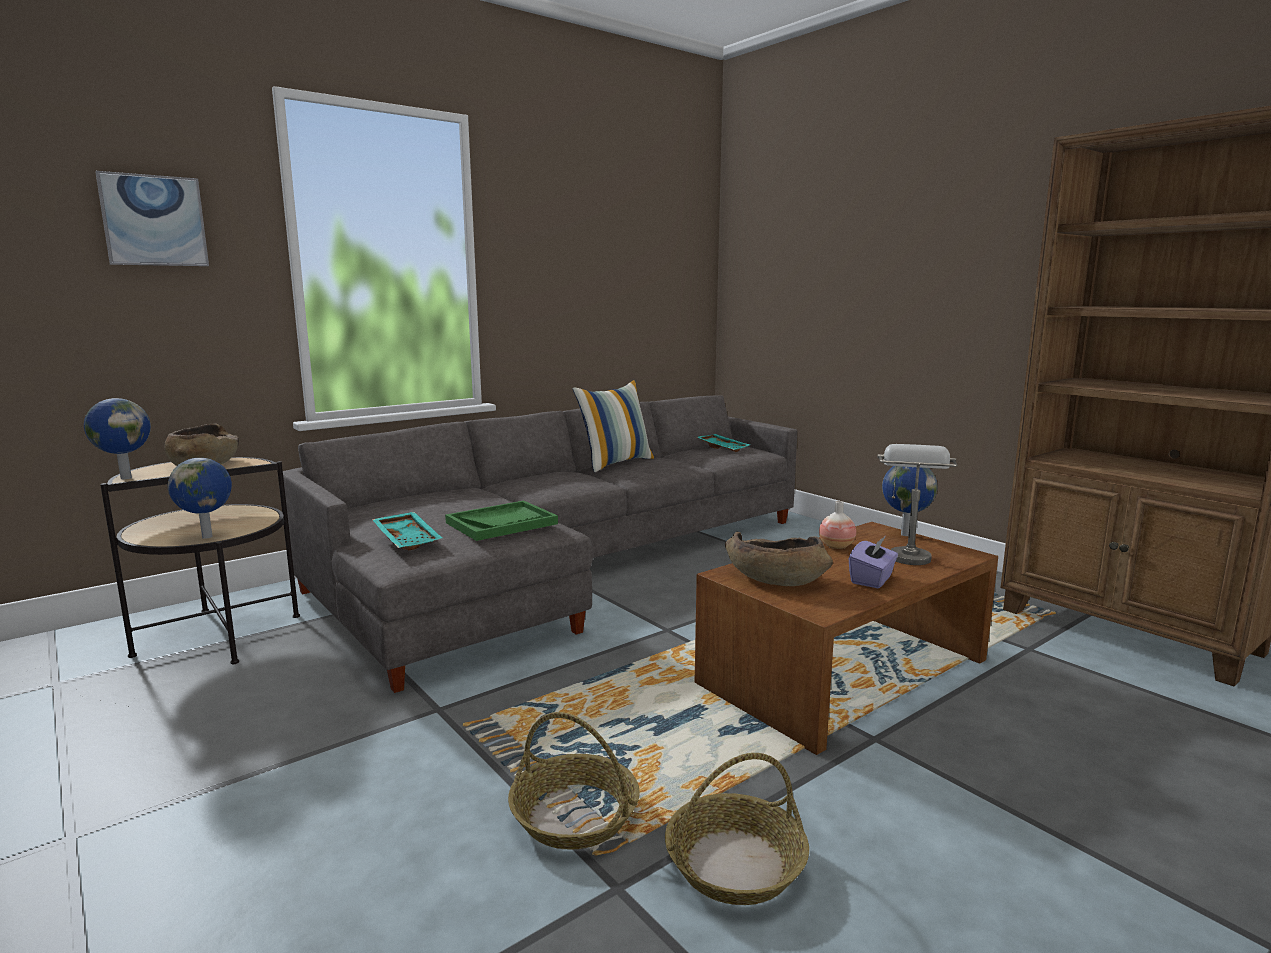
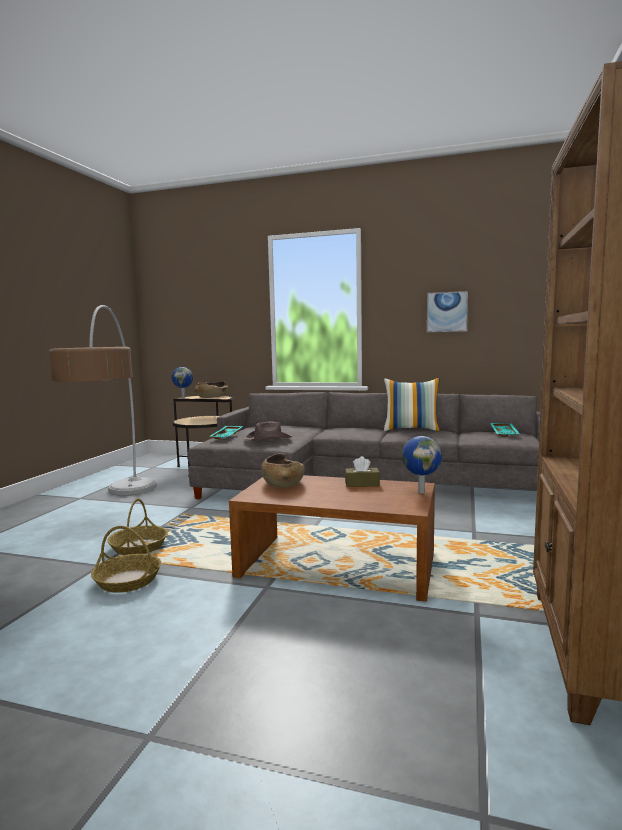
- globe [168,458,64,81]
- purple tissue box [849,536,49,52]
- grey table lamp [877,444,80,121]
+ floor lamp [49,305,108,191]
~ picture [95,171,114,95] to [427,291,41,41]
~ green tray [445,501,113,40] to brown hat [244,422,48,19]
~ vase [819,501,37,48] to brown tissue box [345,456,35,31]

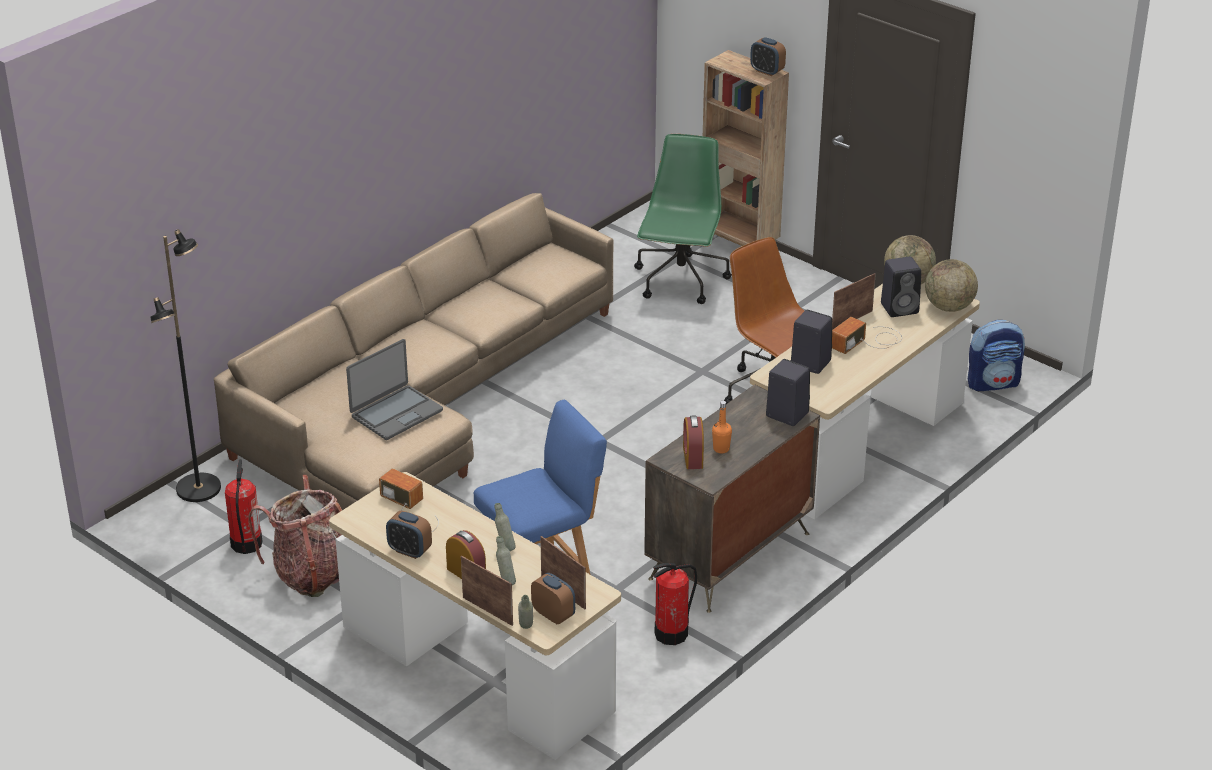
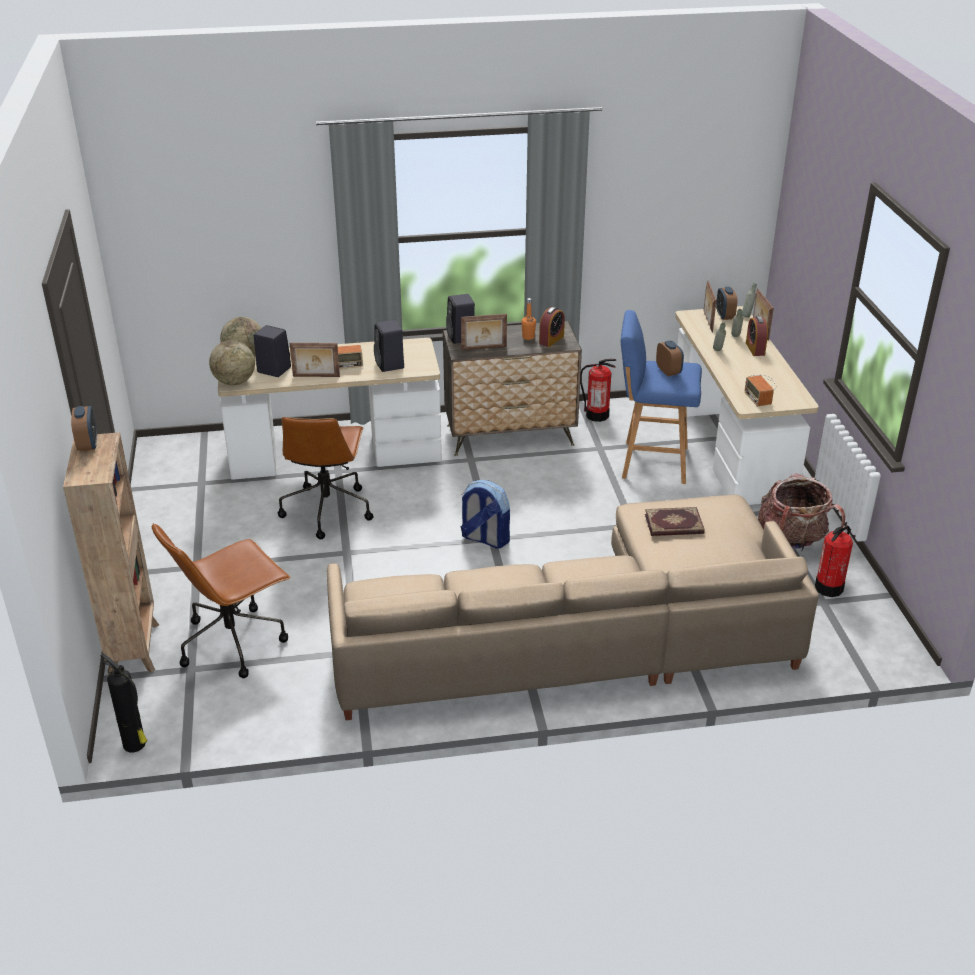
- black floor lamp [150,229,71,273]
+ fire extinguisher [100,654,47,98]
+ picture frame [461,314,46,36]
~ alarm clock [386,511,46,48] to [656,341,28,35]
~ backpack [968,320,57,71] to [460,480,50,69]
~ laptop [346,339,97,101] to book [645,507,59,29]
~ green office chair [634,134,98,170] to brown office chair [152,523,139,155]

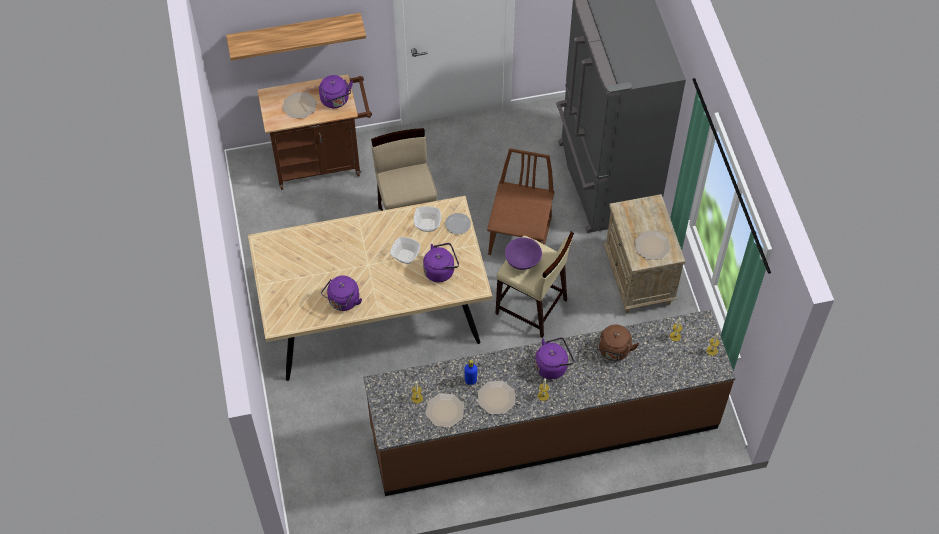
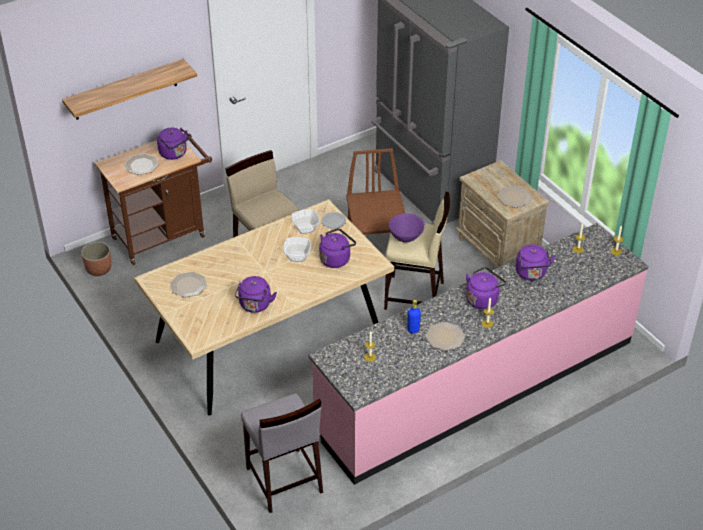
+ planter [81,242,31,34]
+ grey stool [241,393,82,120]
~ plate [426,393,38,35] to [170,272,37,25]
~ brown counter [363,309,373,187] to pink counter [308,223,340,262]
~ brown kettle [598,324,41,37] to purple kettle [516,244,39,36]

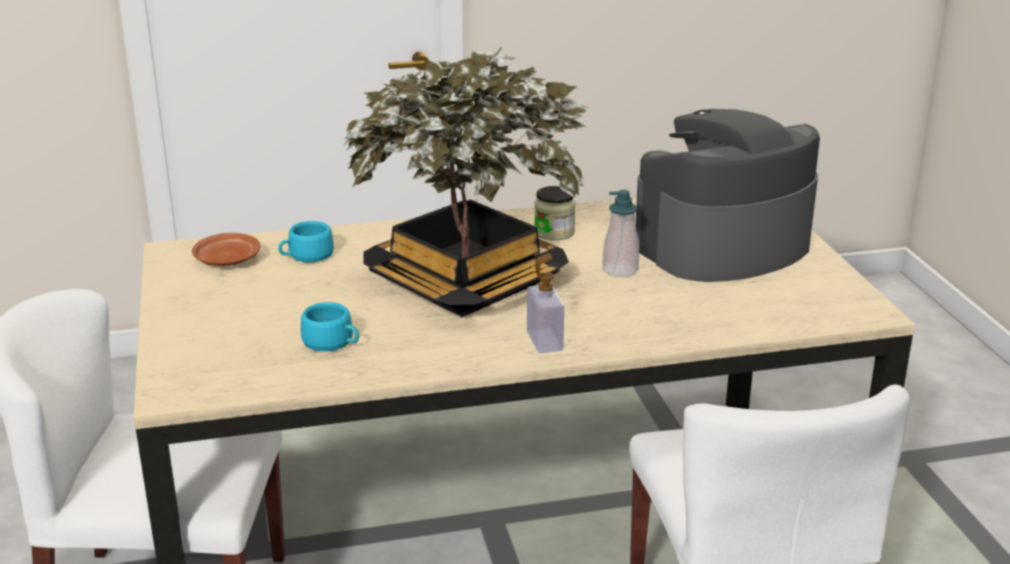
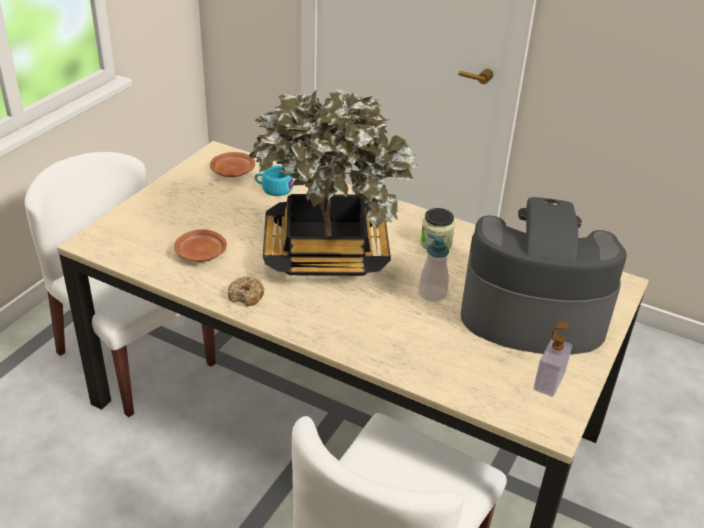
+ donut [228,277,37,30]
~ soap dispenser [527,253,37,100] to [534,322,38,75]
~ turquoise cup [301,302,58,49] to brown plate [174,229,53,33]

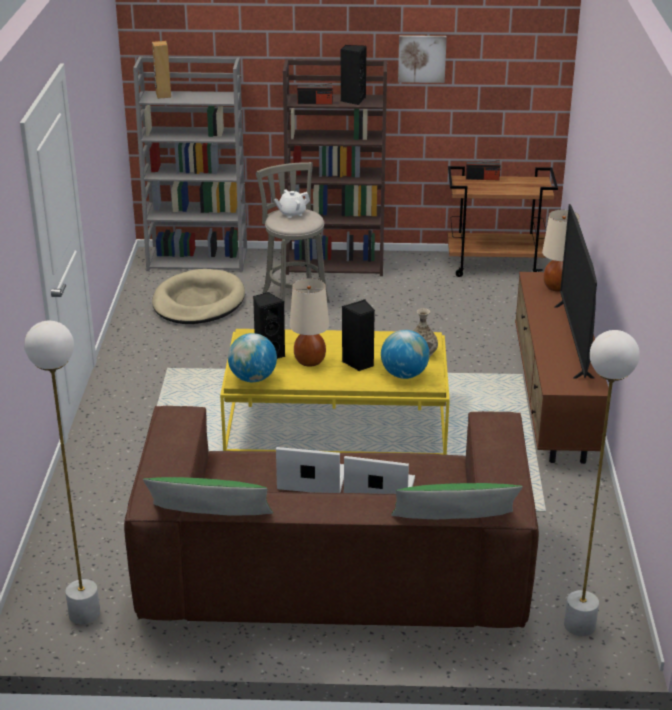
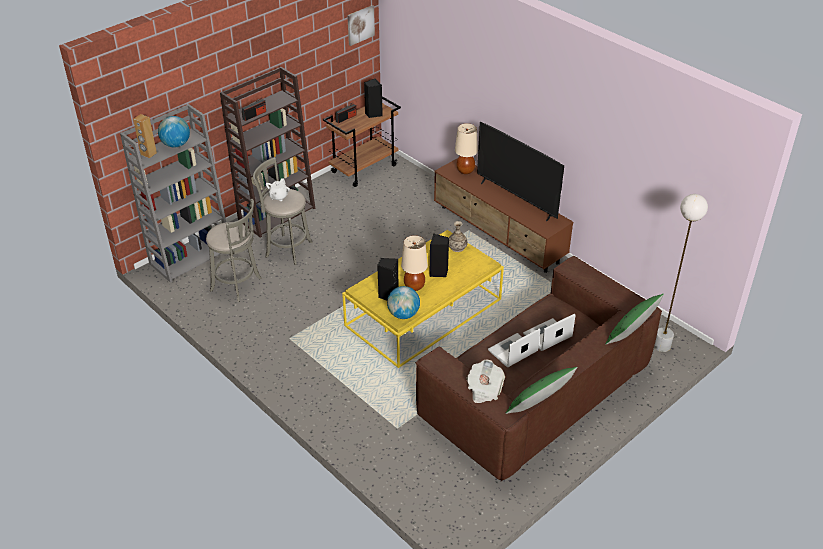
- white floor lamp [24,320,76,305]
+ newspaper [466,360,39,43]
~ black speaker [341,45,26,60] to [364,78,19,40]
~ globe [381,330,49,49] to [158,116,32,32]
~ picture [398,35,49,48] to [347,5,28,41]
~ beige dog bed [152,269,93,55] to grey stool [206,199,56,103]

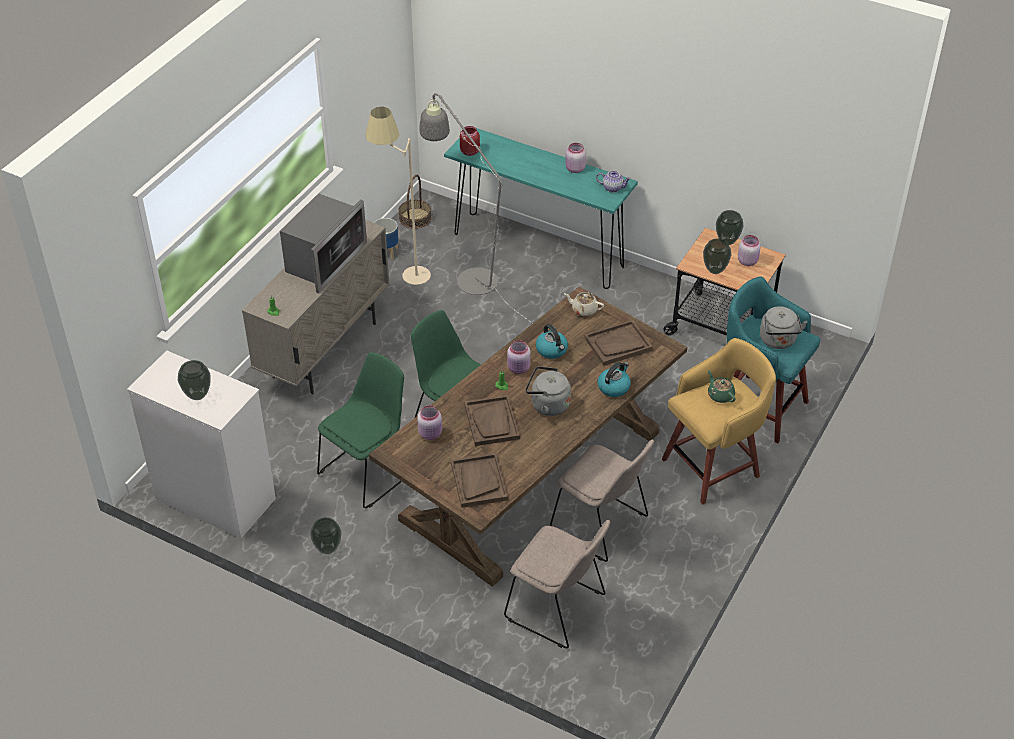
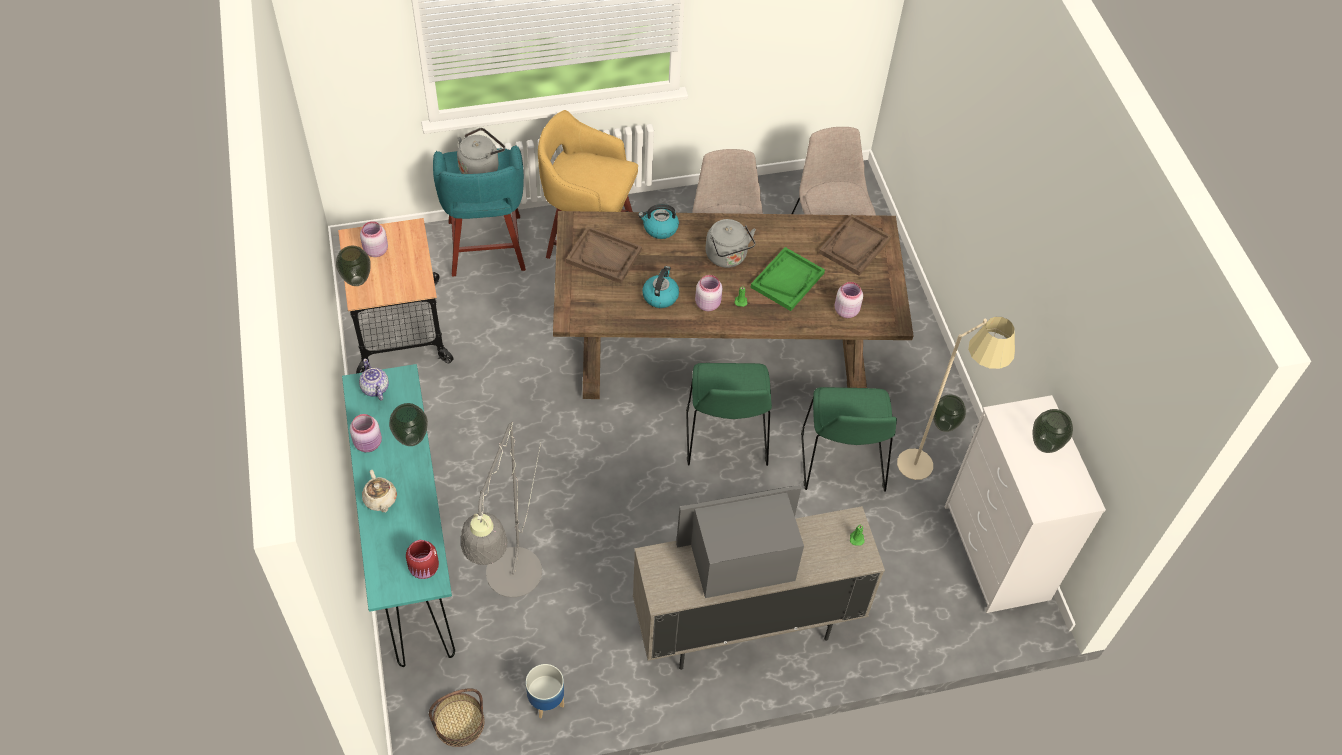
- green teapot [708,370,28,33]
~ beige floor lamp [365,107,66,178] to [897,317,118,163]
~ beige teapot [564,292,40,24] to [362,470,35,42]
~ vase [703,239,28,35] to [389,403,39,43]
~ brown tray [464,395,56,51] to green tray [750,247,75,64]
~ green chair [317,352,87,156] = [801,387,96,105] 90 degrees counterclockwise

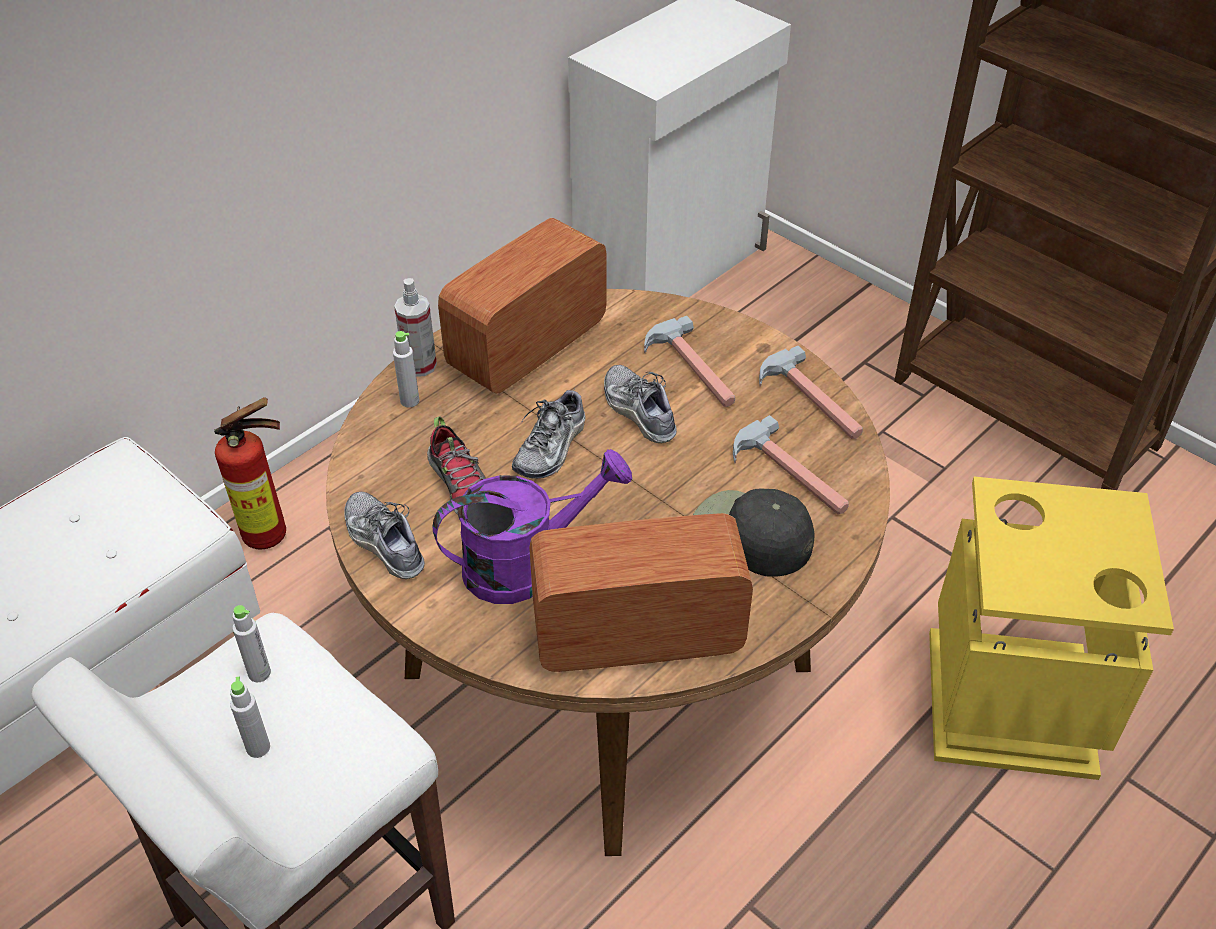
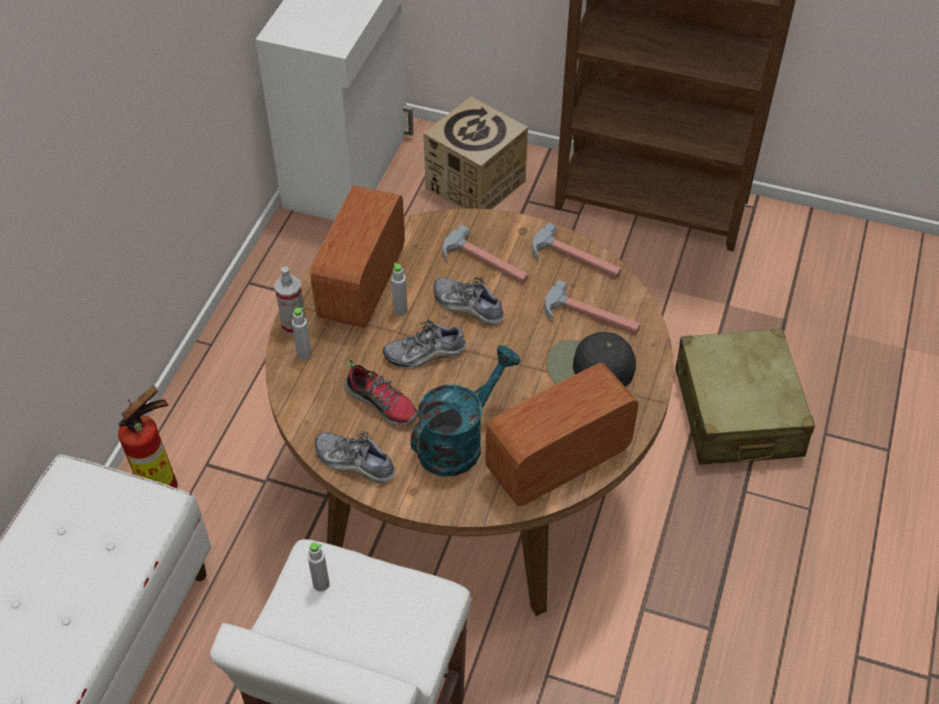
+ cardboard box [424,96,104,113]
~ grey bottle [230,677,40,81] to [391,262,17,54]
~ yellow trash can [929,477,245,303] to beige suitcase [675,329,140,135]
~ purple watering can [432,449,200,155] to turquoise watering can [410,345,111,132]
~ shoe [512,387,74,92] = [383,319,83,50] 75 degrees clockwise

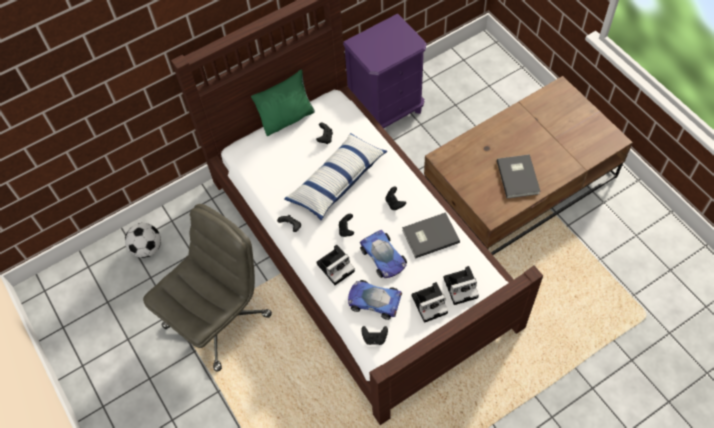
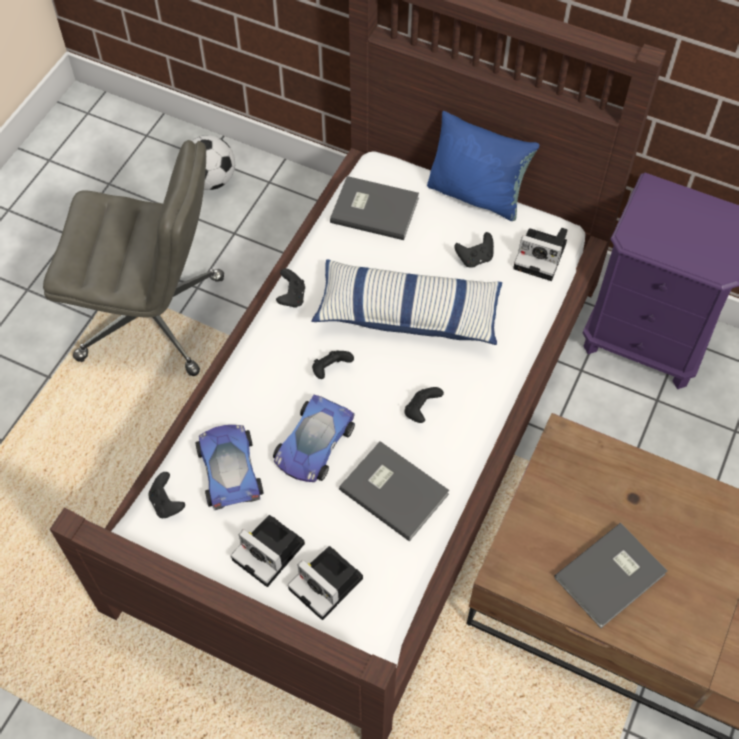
+ grey book [330,176,89,64]
~ photo camera [316,245,39,40] to [513,228,55,53]
~ green pillow [251,70,64,66] to blue pillow [427,111,112,110]

